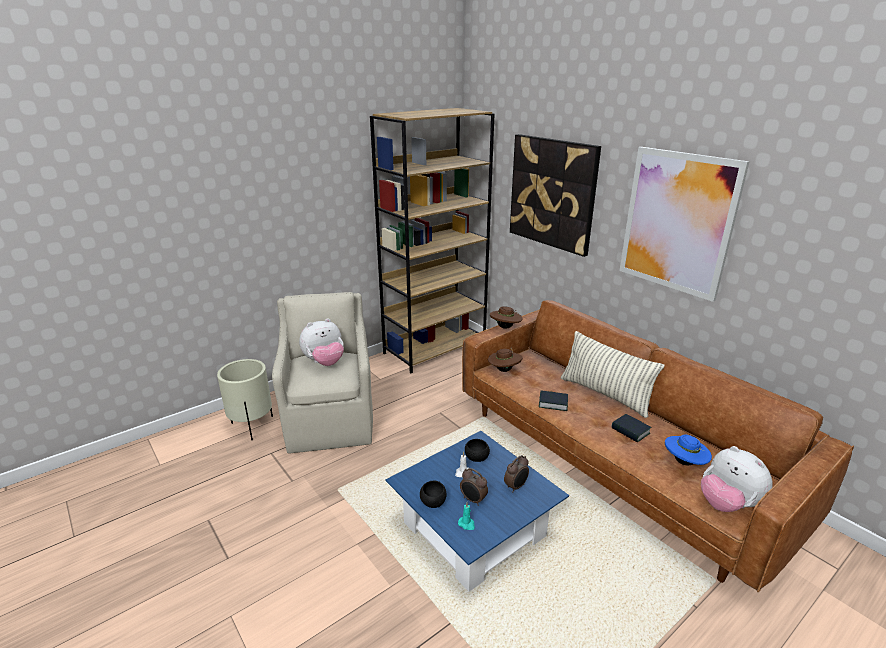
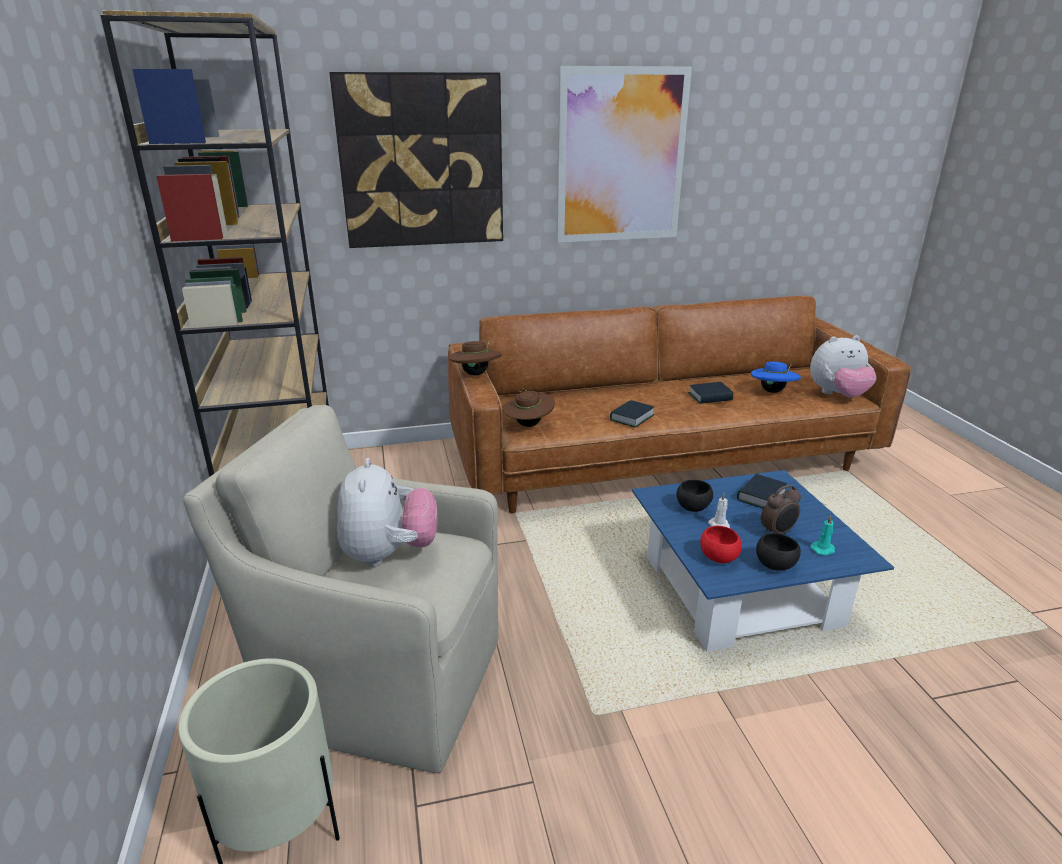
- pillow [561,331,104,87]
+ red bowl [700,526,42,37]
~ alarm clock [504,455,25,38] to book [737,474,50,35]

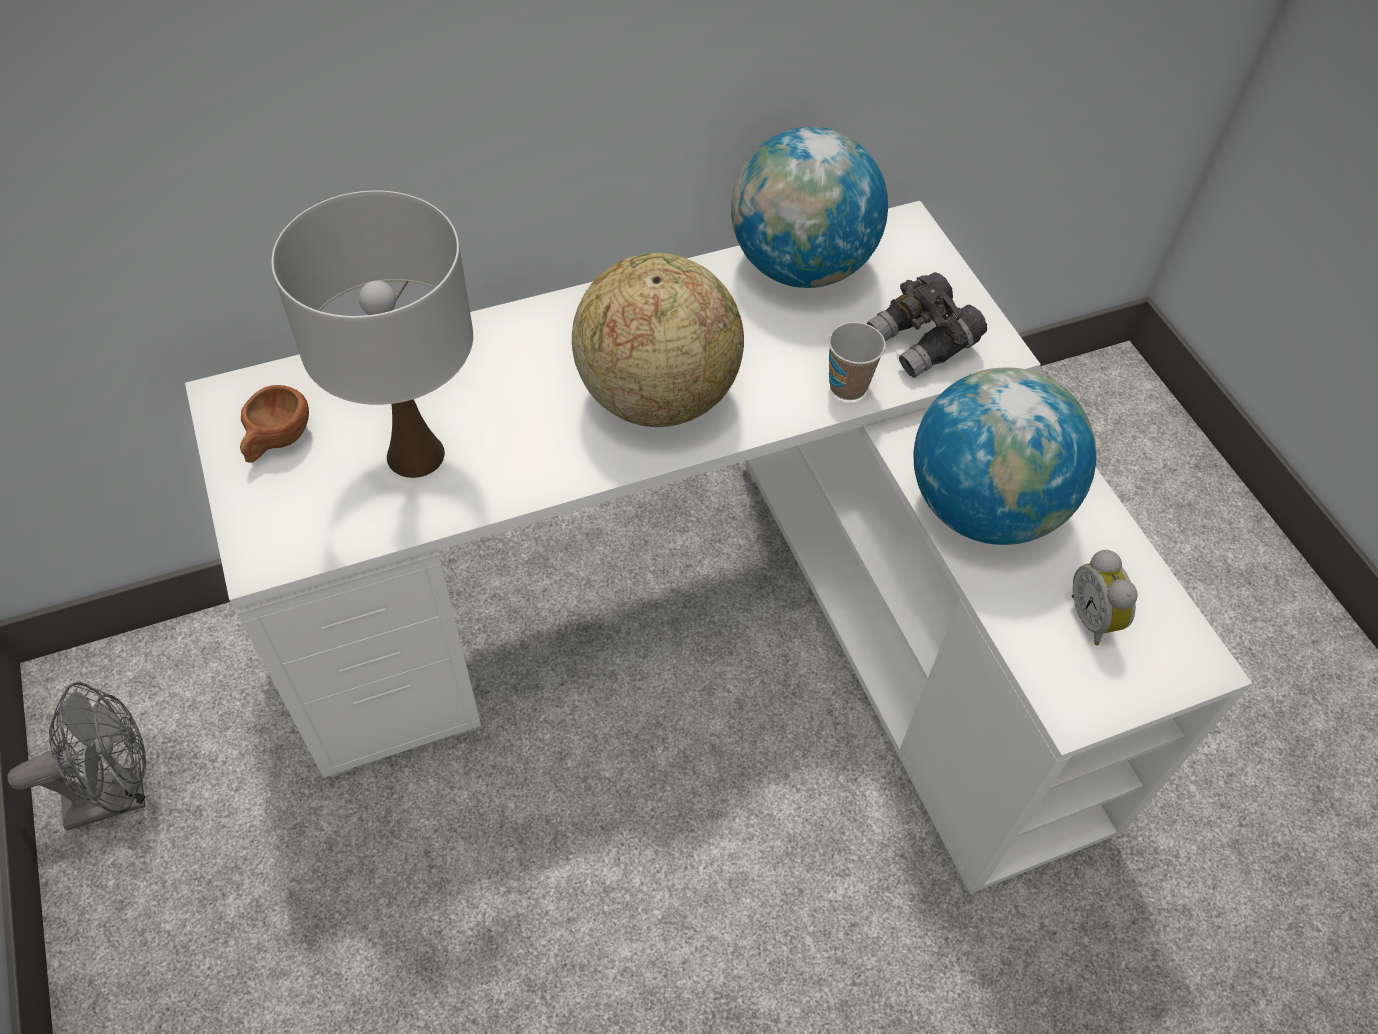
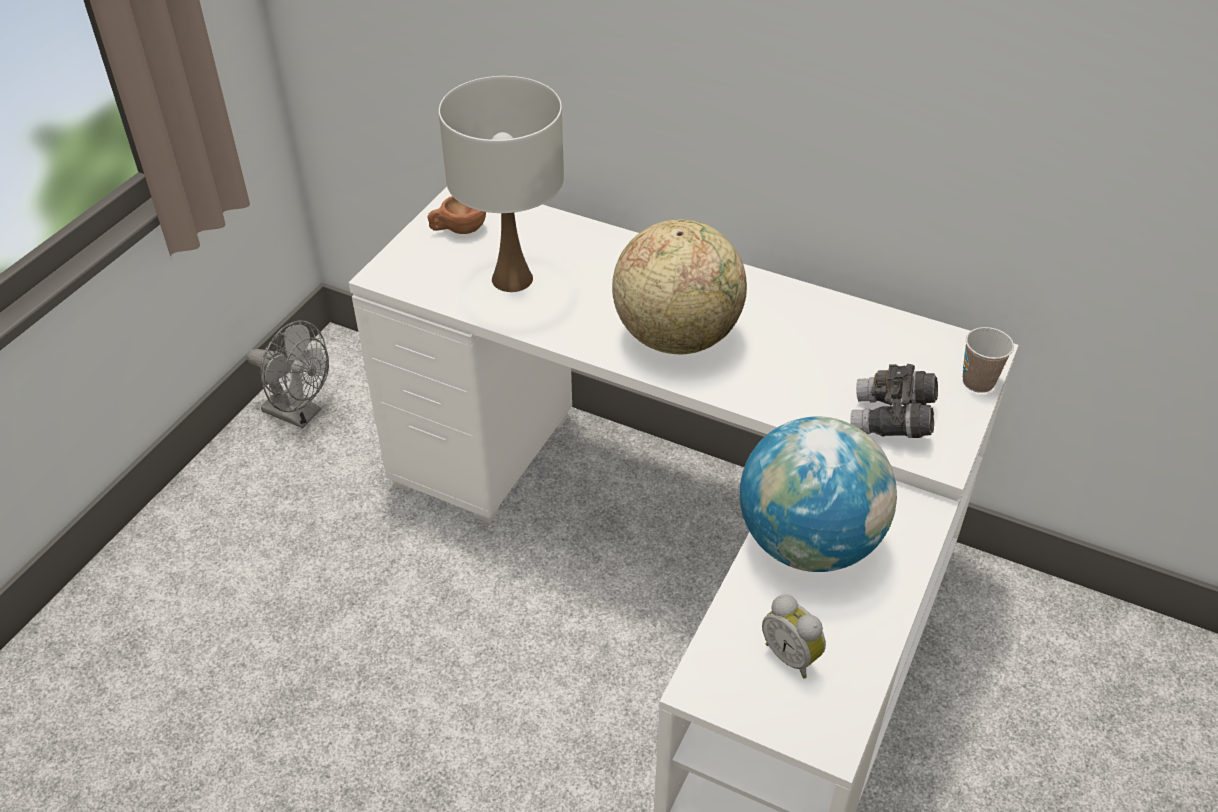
- globe [731,127,157,161]
~ cup [828,322,58,78] to [963,327,51,66]
~ alarm clock [1072,550,66,95] = [762,595,64,84] 75 degrees counterclockwise

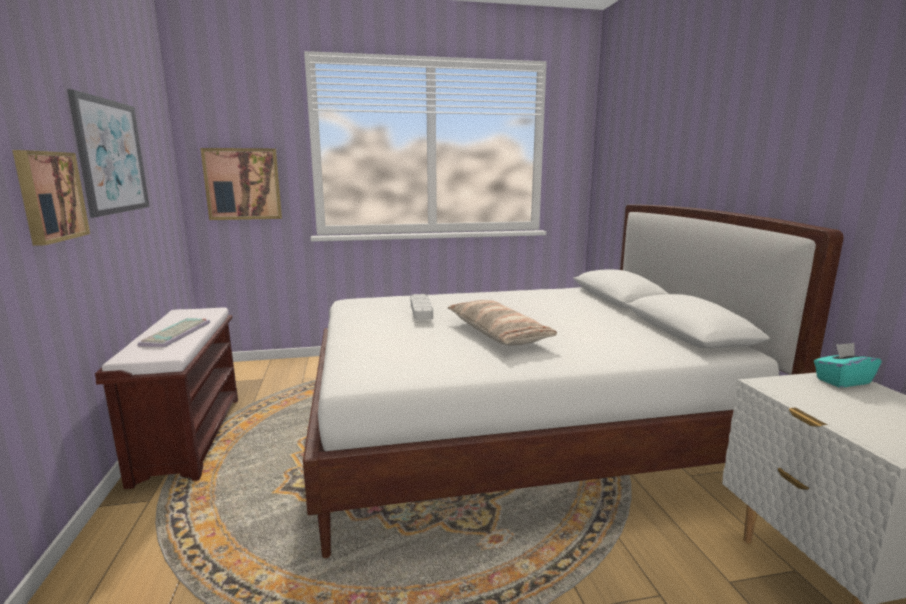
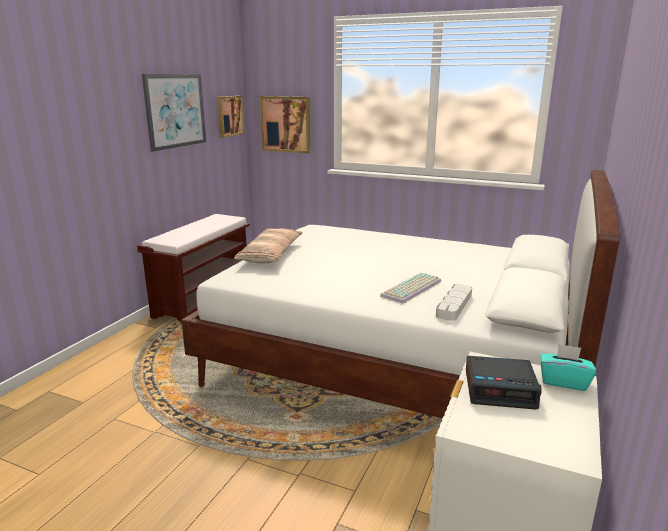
+ alarm clock [466,356,76,54]
~ picture [12,150,78,96] to [217,96,28,42]
~ keyboard [138,318,73,29] to [380,273,61,31]
~ grey tray [410,294,23,26] to [436,284,36,37]
~ pillow [447,300,110,46] to [234,229,68,34]

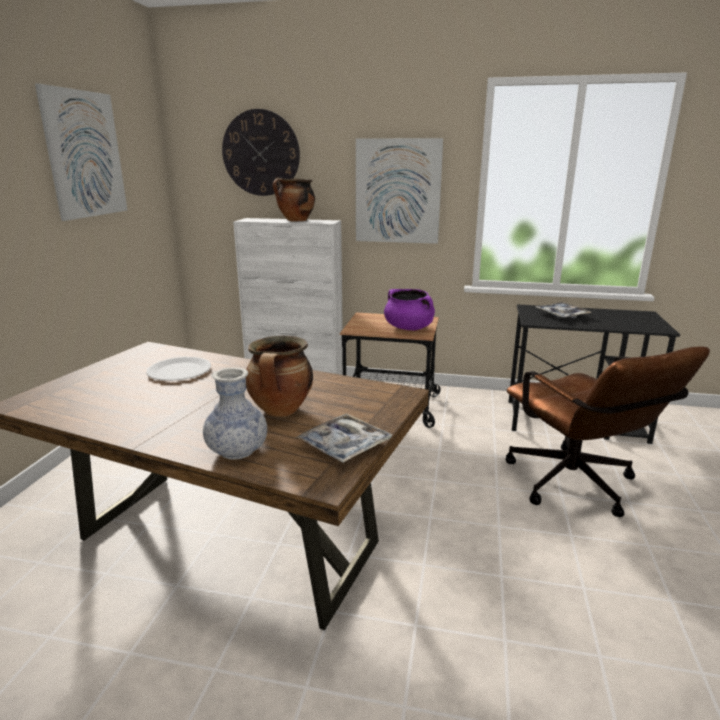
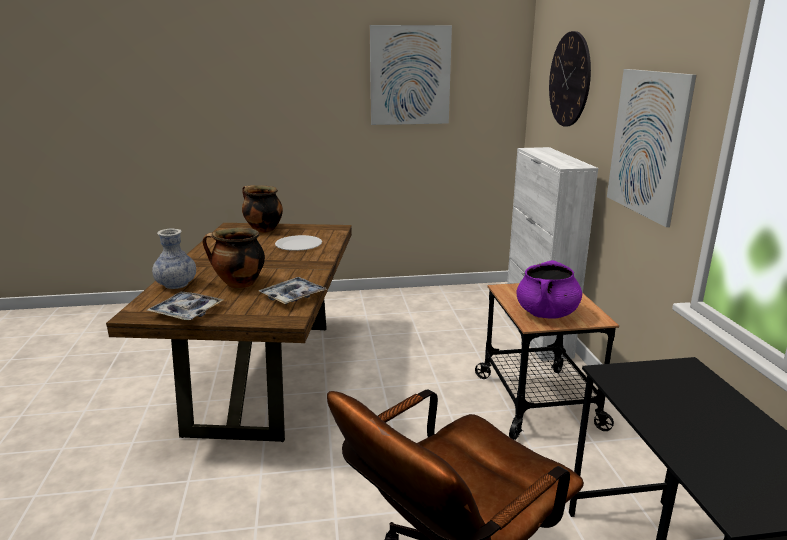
~ cooking pot [273,178,42,43] to [242,185,41,48]
~ tray [536,302,55,17] to [259,277,68,27]

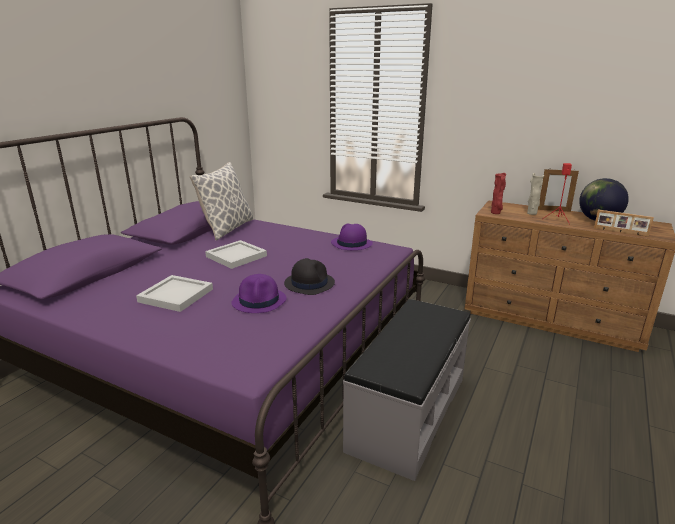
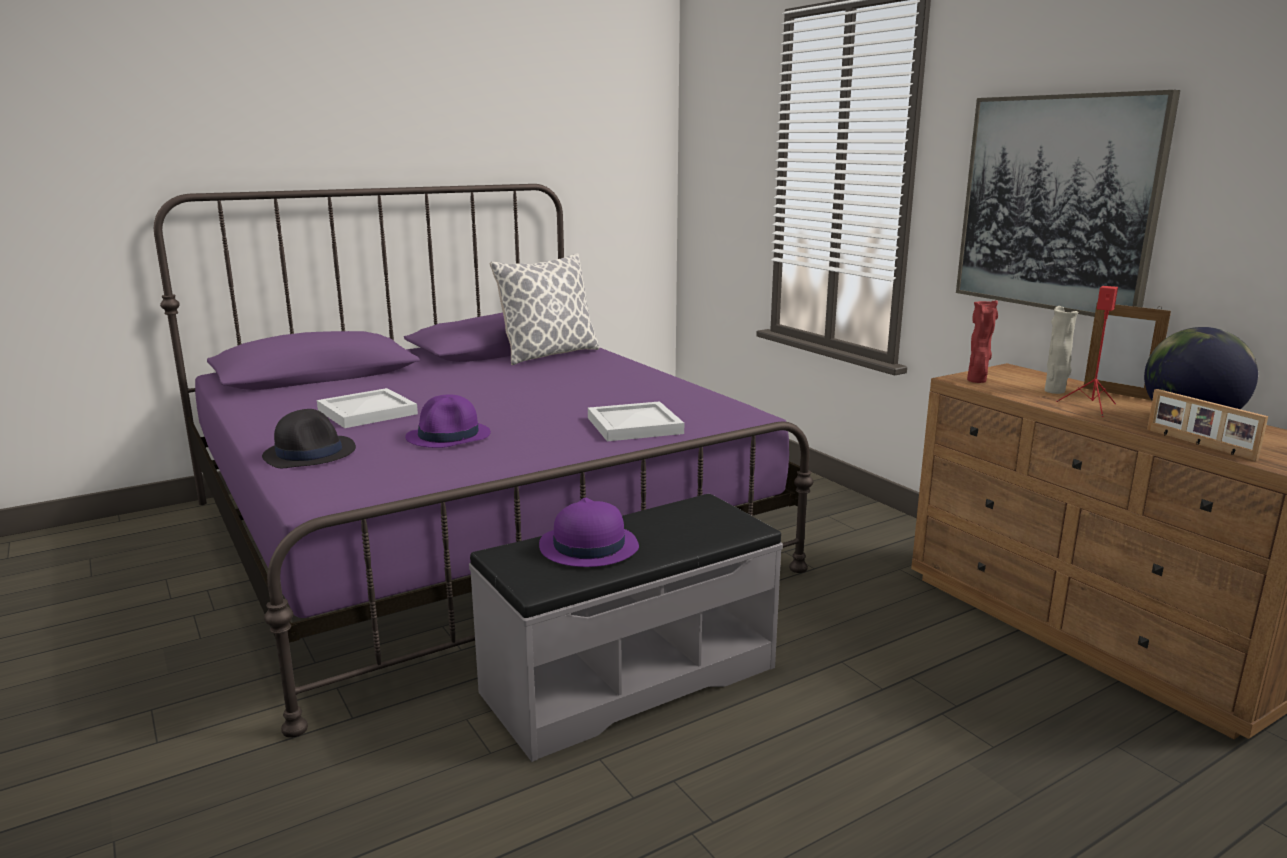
+ picture [956,90,224,227]
~ white tray [205,240,62,29] to [588,401,96,40]
~ black hat [284,258,51,37] to [262,409,94,59]
~ purple hat [331,224,42,26] to [539,498,100,69]

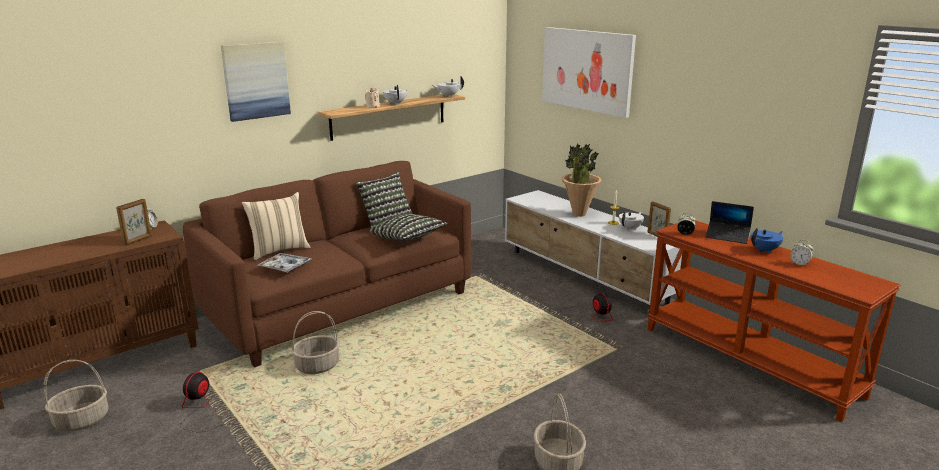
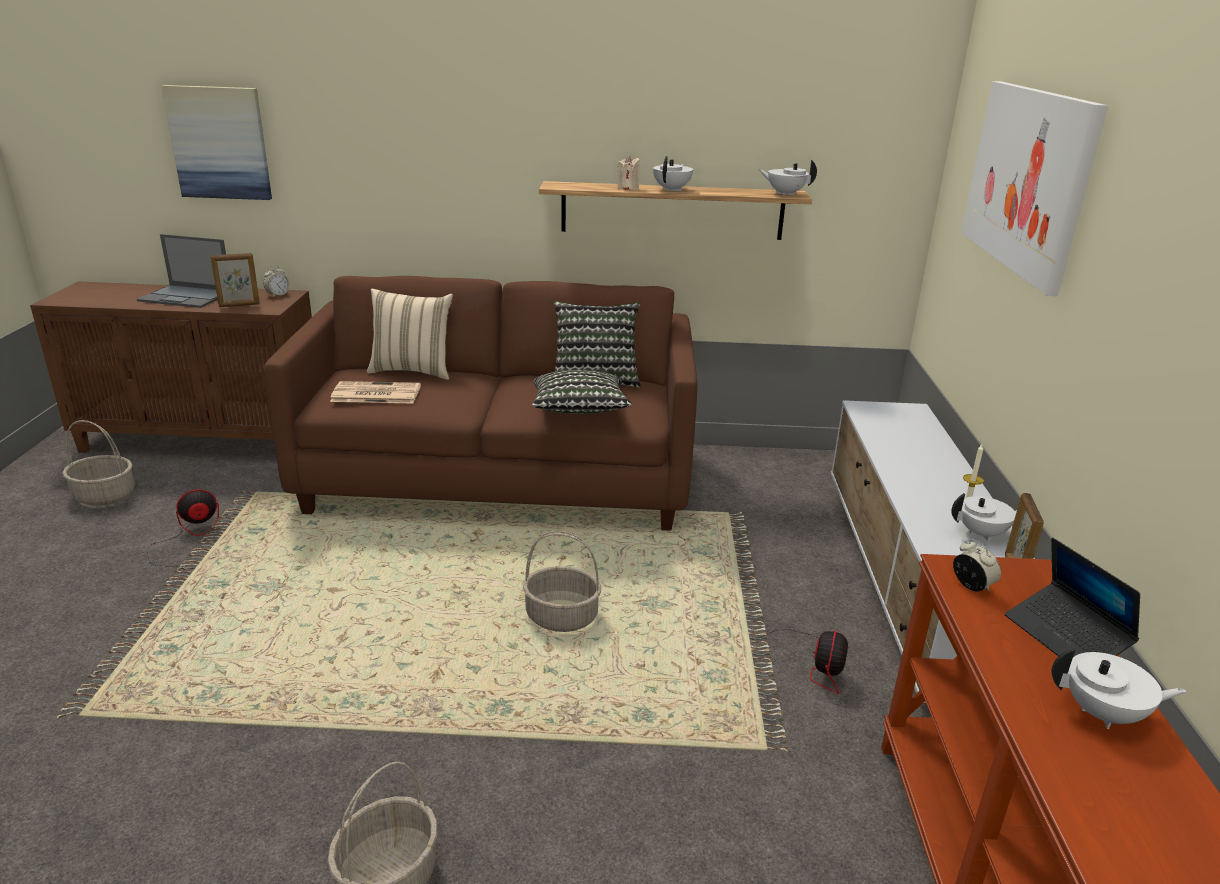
- potted plant [562,143,40,74]
- alarm clock [790,240,23,27]
+ laptop [137,234,89,74]
~ picture [221,41,70,81] to [162,85,110,115]
~ basket [291,311,49,63] to [523,531,78,101]
~ tray [257,253,54,19] to newspaper [330,381,91,23]
~ blue teapot [750,228,33,25] to white teapot [1051,648,136,81]

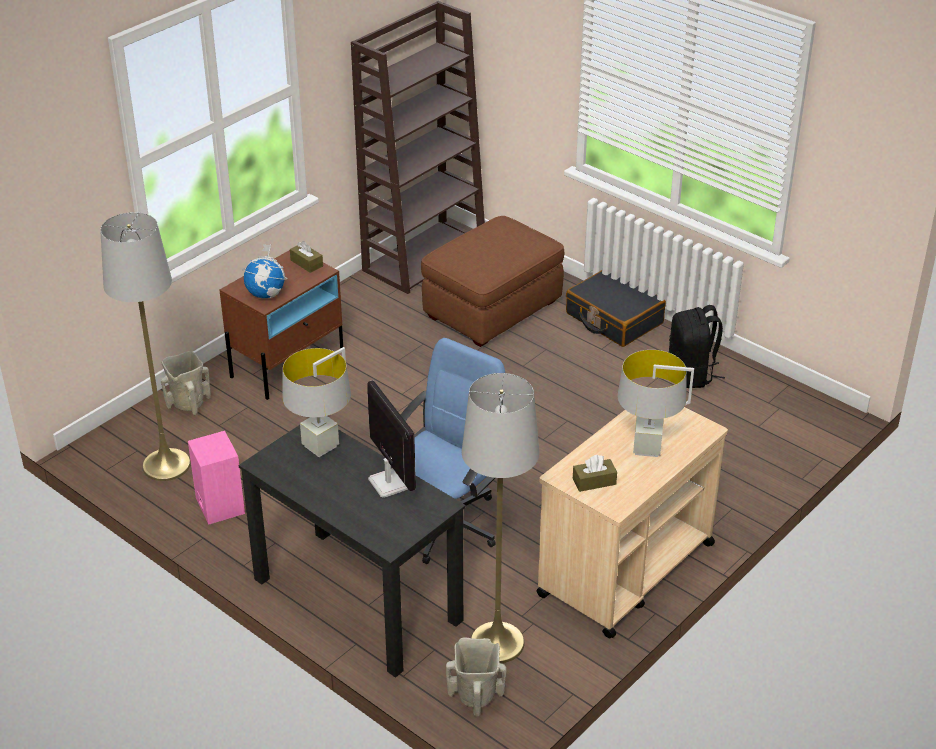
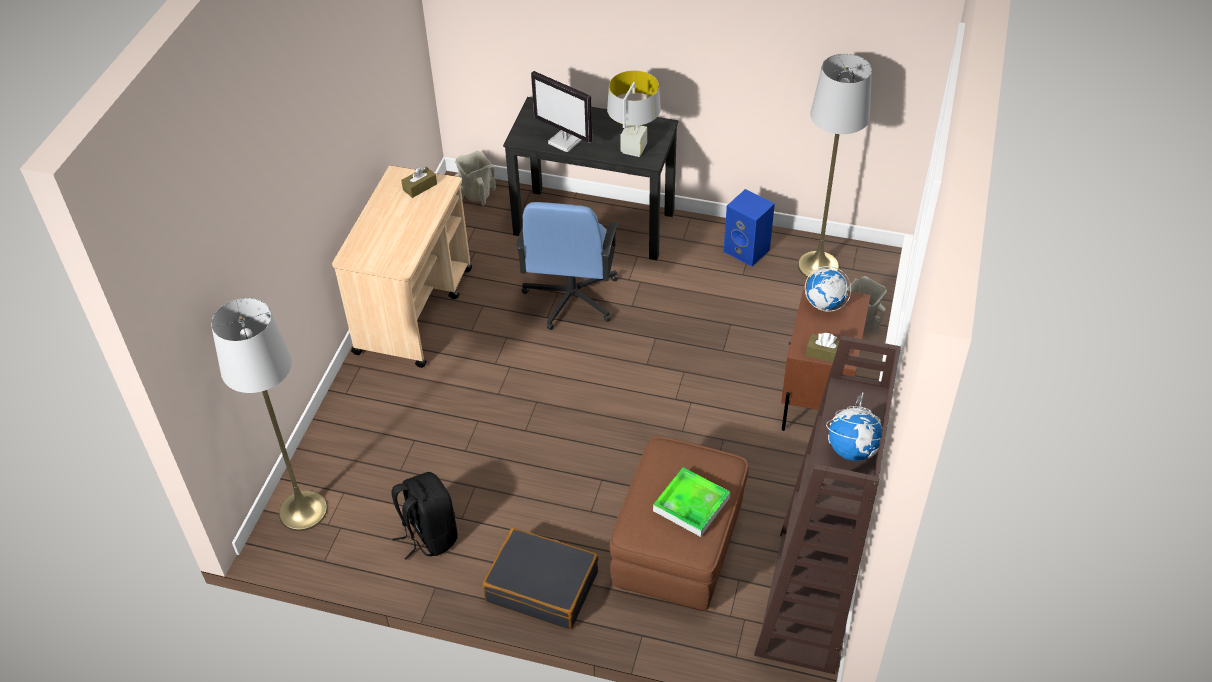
- grey table lamp [618,350,76,107]
+ tray [653,467,77,70]
+ globe [826,392,56,69]
~ grey floor lamp [462,373,77,290] to [211,298,116,233]
~ pink speaker [188,431,57,94] to blue speaker [724,189,51,78]

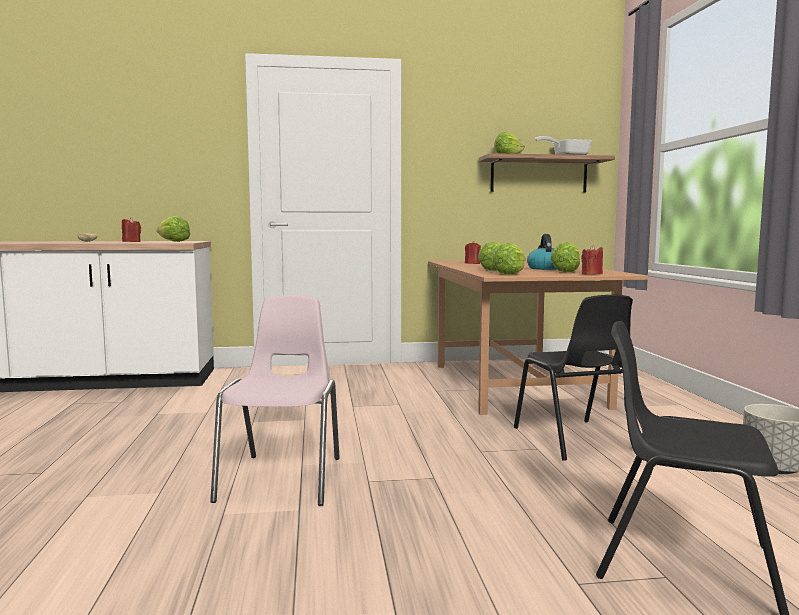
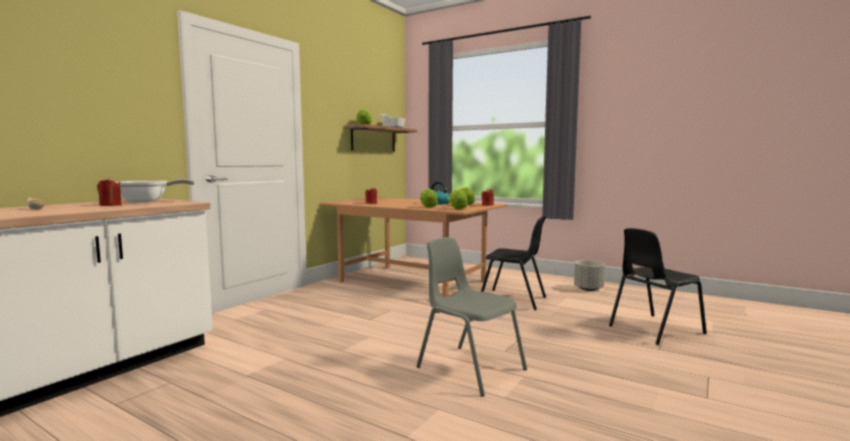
~ lettuce [157,216,33,26] to frying pan [115,179,80,24]
~ pink chair [210,295,130,211] to grey chair [416,237,111,160]

